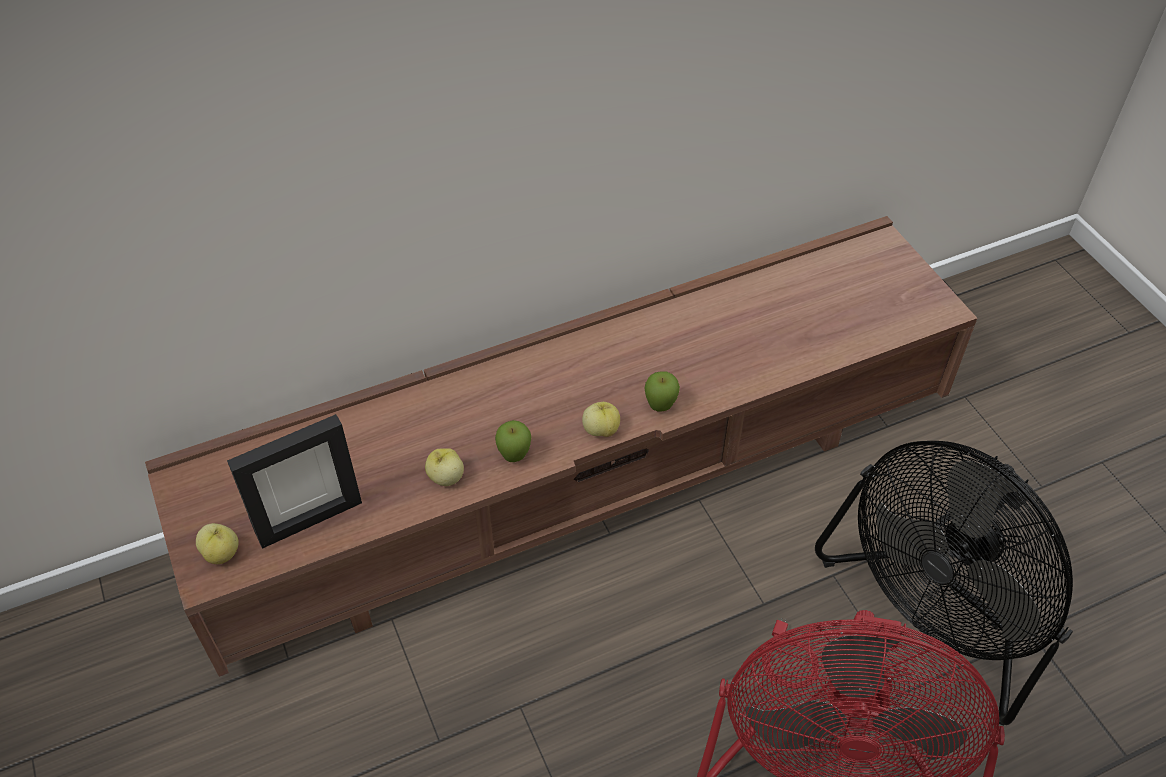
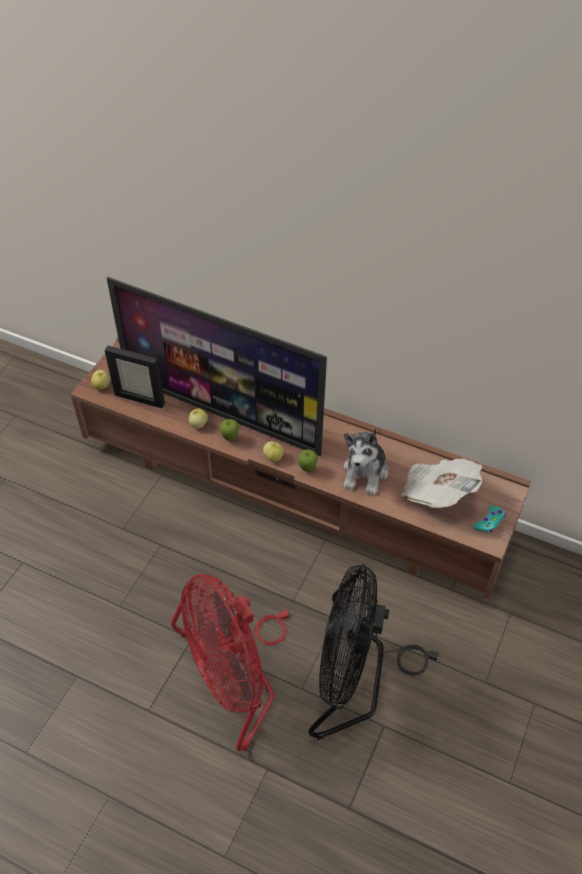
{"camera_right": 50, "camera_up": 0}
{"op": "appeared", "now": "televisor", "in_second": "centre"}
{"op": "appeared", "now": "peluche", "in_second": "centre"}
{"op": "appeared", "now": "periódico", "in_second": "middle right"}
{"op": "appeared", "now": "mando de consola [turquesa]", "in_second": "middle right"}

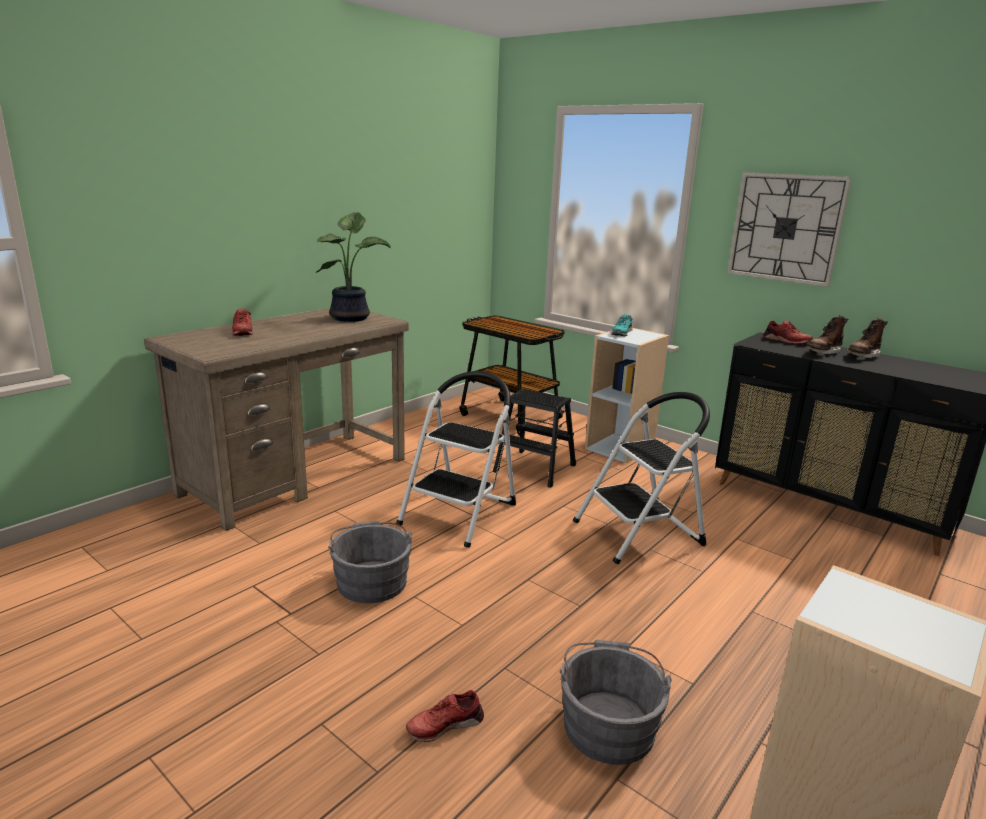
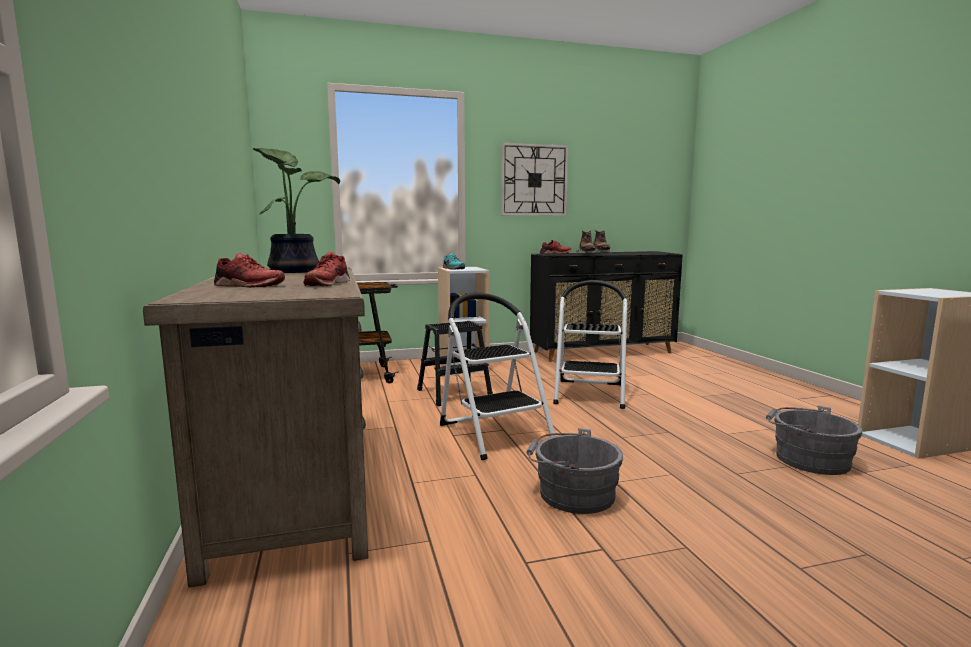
{"camera_right": -55, "camera_up": -10}
{"op": "relocated", "was": "zapato [rojo] (no. 2 from left)", "in_first": "bottom centre", "in_second": "centre"}

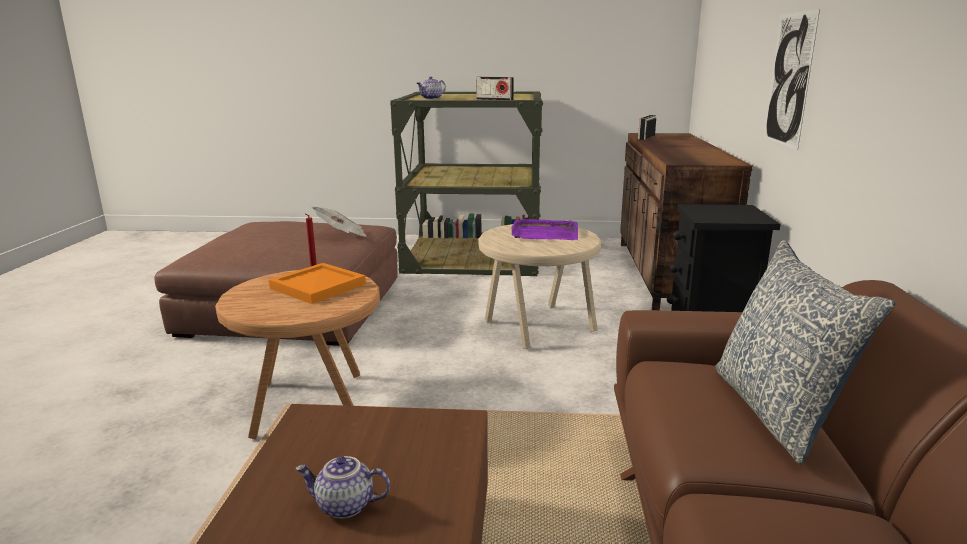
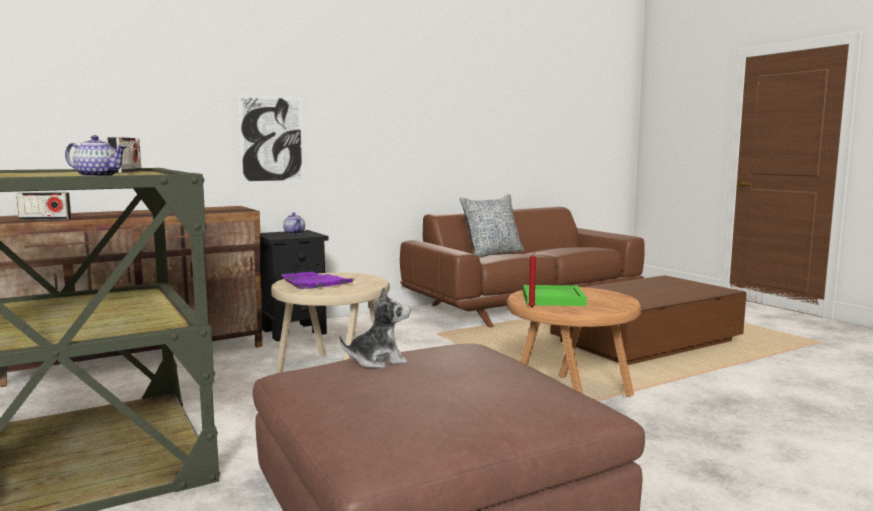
{"camera_right": -125, "camera_up": -10}
{"op": "relocated", "was": "tetera (no. 1 from left in the first image)", "now": "tetera (no. 2 from left)", "in_first": "bottom centre", "in_second": "centre"}
{"op": "exchanged", "was": "periódico", "now": "peluche", "in_first": "centre", "in_second": "centre"}
{"op": "colour", "was": "bandeja [naranja]", "now": "bandeja [verde]", "in_first": "middle left", "in_second": "centre"}

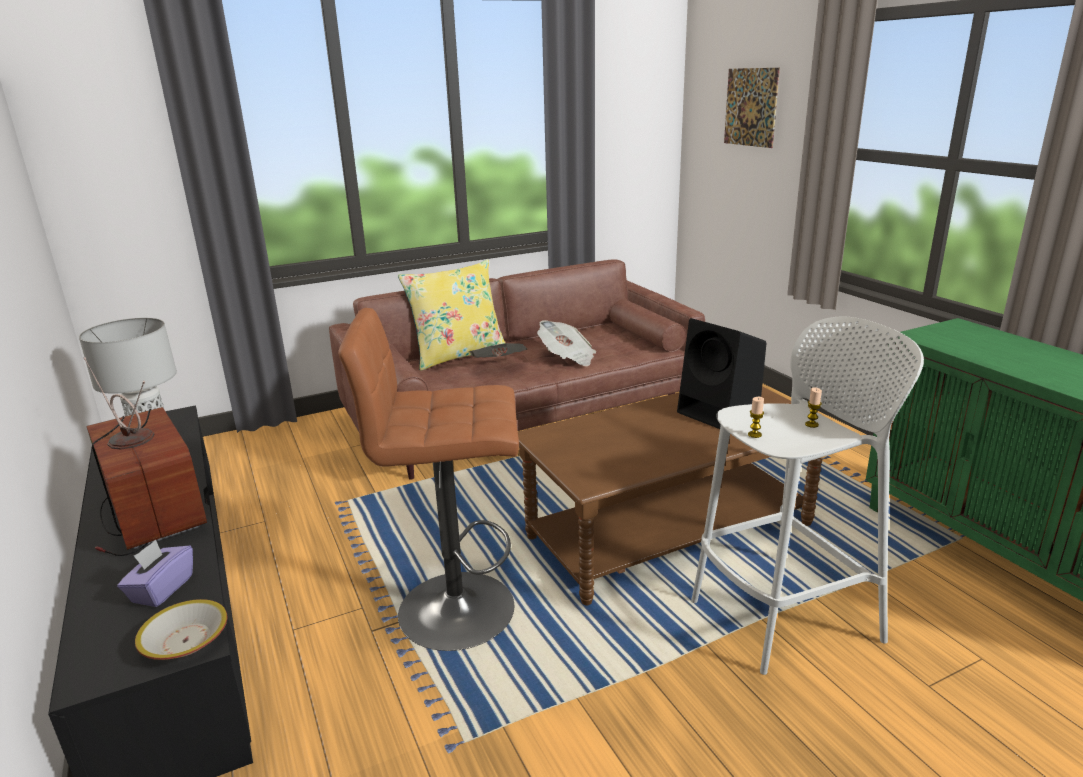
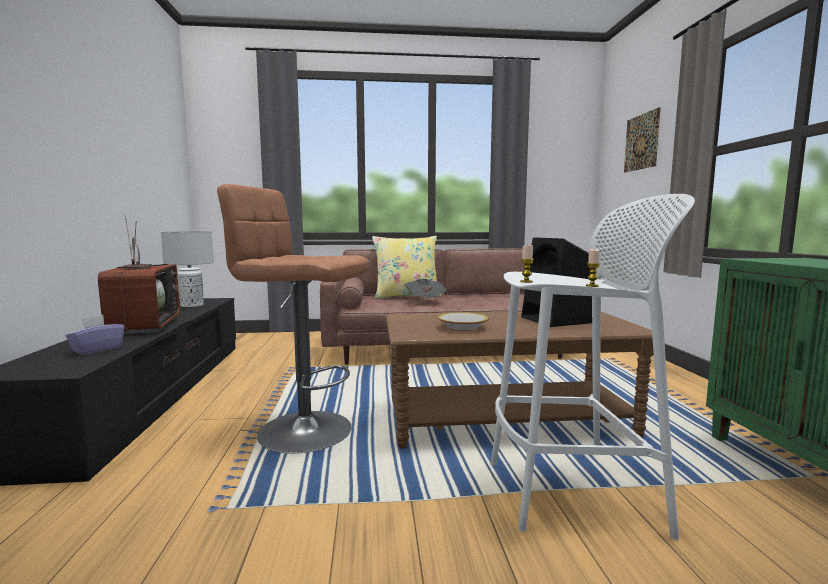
{"camera_right": 20, "camera_up": -15}
{"op": "missing", "was": "periódico (no. 2 from left)", "in_first": "centre"}
{"op": "relocated", "was": "cuenco", "in_first": "bottom left", "in_second": "centre"}

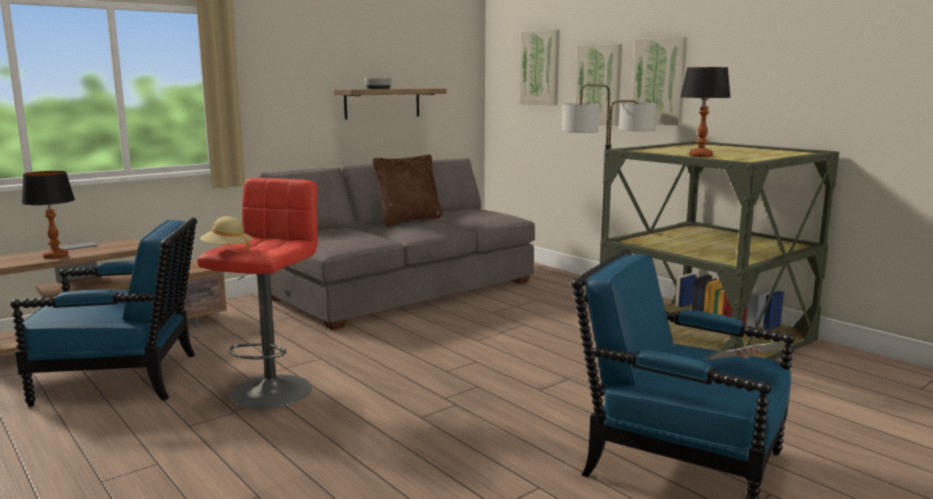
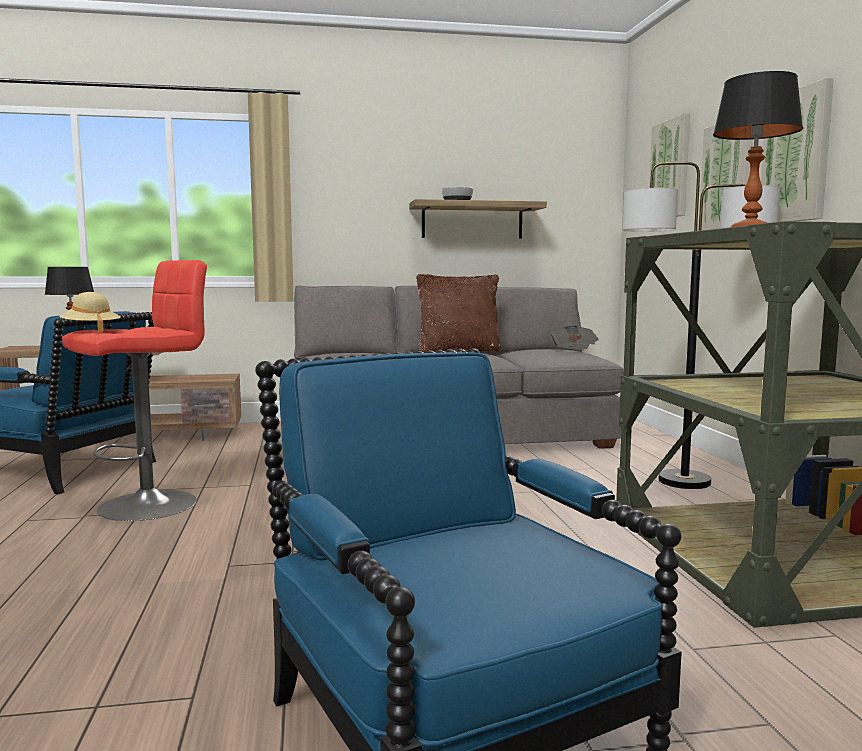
{"camera_right": 30, "camera_up": -5}
{"op": "relocated", "was": "periódico", "in_first": "bottom right", "in_second": "centre"}

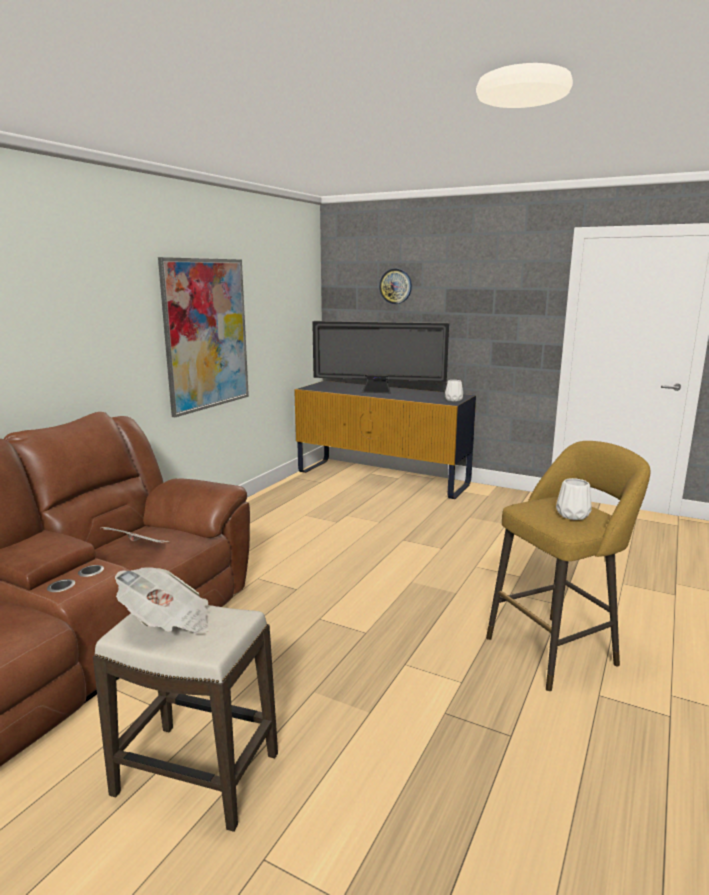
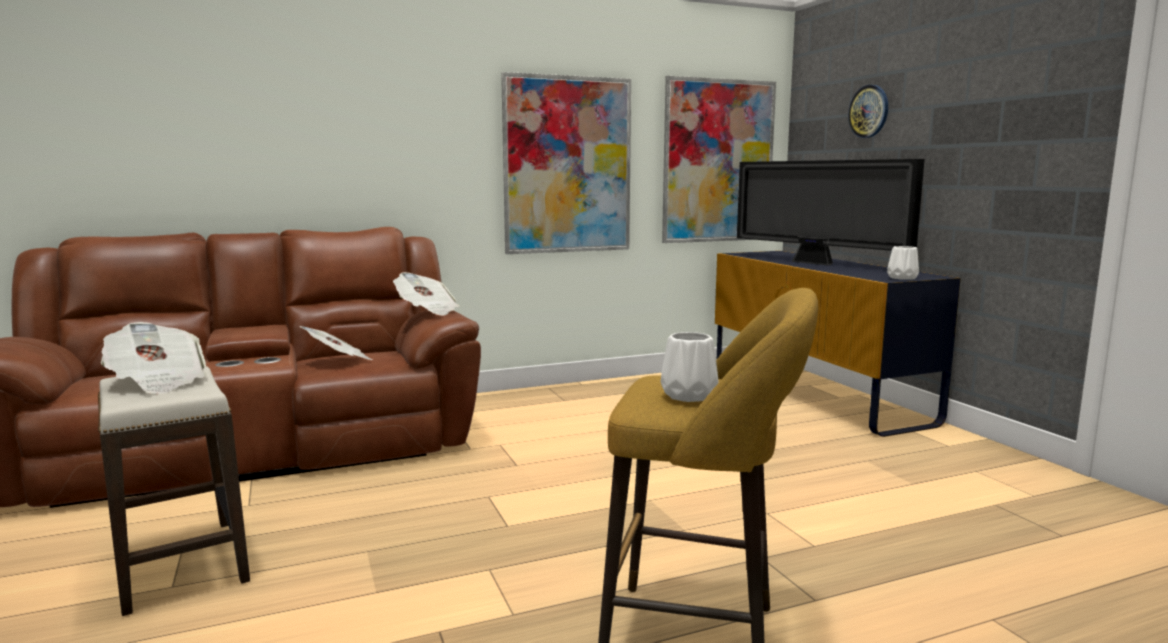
{"camera_right": 40, "camera_up": -5}
{"op": "appeared", "now": "periódico (no. 3 from left)", "in_second": "centre"}
{"op": "appeared", "now": "cuadro (no. 2 from left)", "in_second": "top centre"}

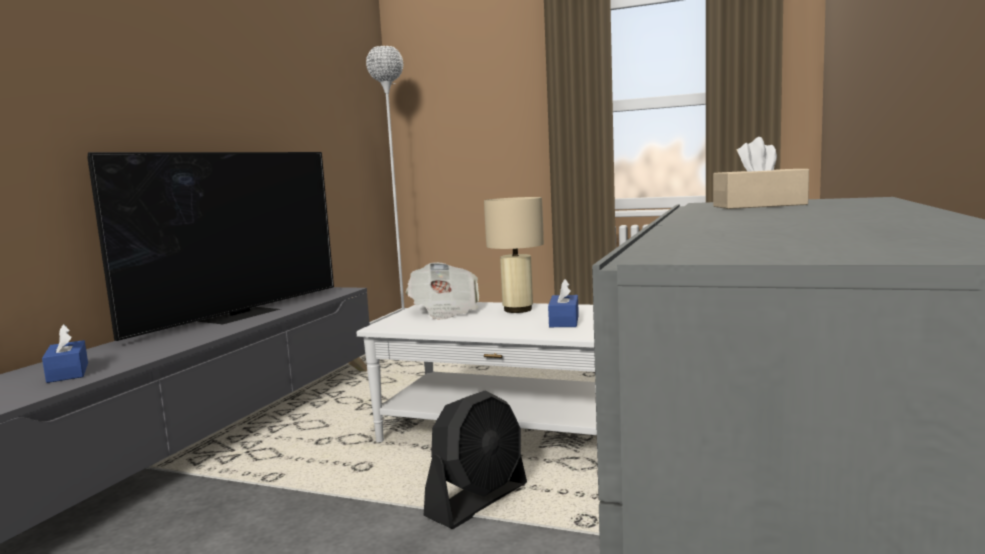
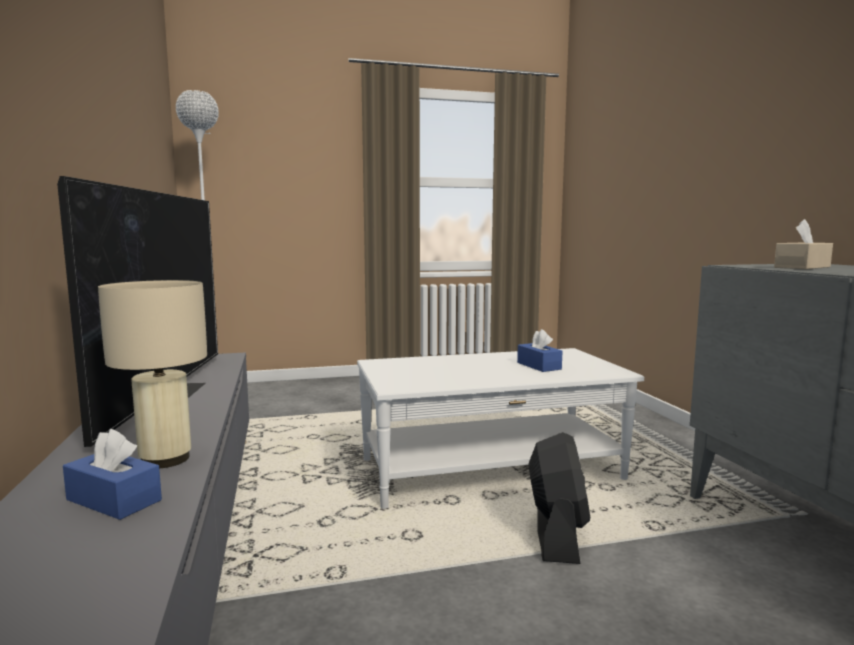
{"camera_right": -35, "camera_up": 0}
{"op": "missing", "was": "periódico", "in_first": "centre"}
{"op": "relocated", "was": "lámpara de mesa [beis]", "in_first": "centre", "in_second": "middle left"}

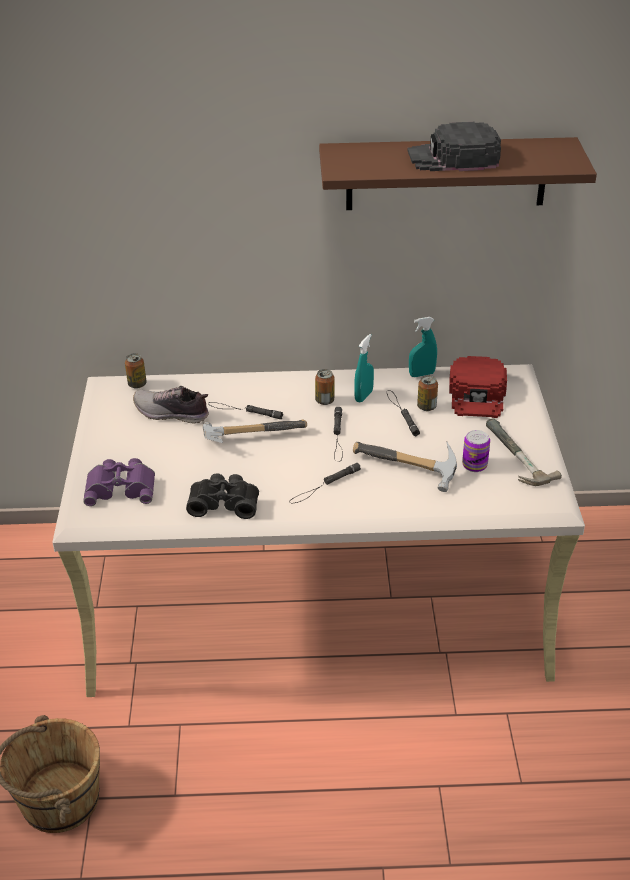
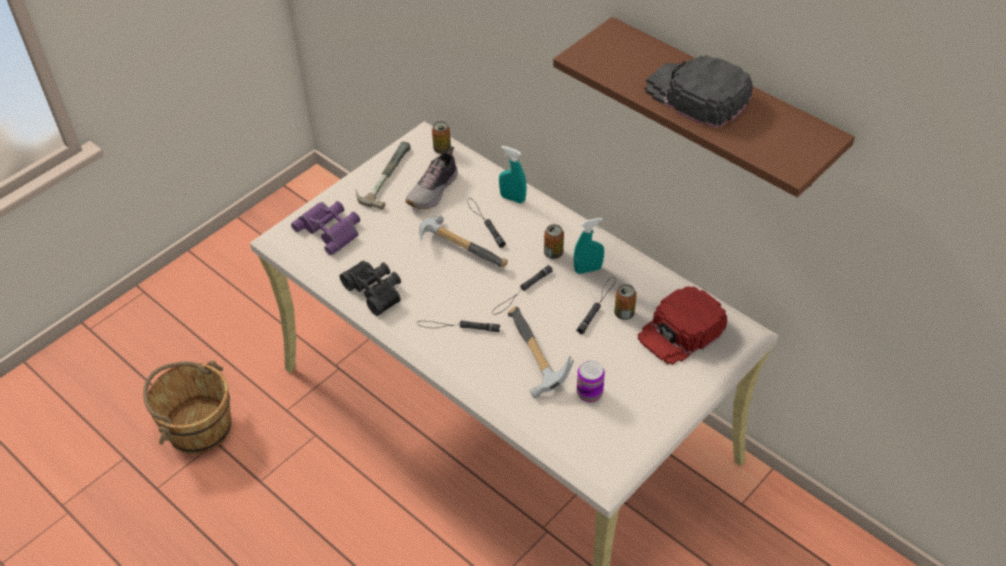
{"camera_right": 45, "camera_up": 10}
{"op": "relocated", "was": "pulverizador [turquesa] (no. 2 from left in the first image)", "now": "pulverizador [turquesa] (no. 1 from left)", "in_first": "middle right", "in_second": "top centre"}
{"op": "relocated", "was": "martillo (no. 3 from left in the first image)", "now": "martillo (no. 1 from left)", "in_first": "middle right", "in_second": "top centre"}
{"op": "spun", "was": "zapato", "in_first": "middle left", "in_second": "top centre", "clockwise": -120}

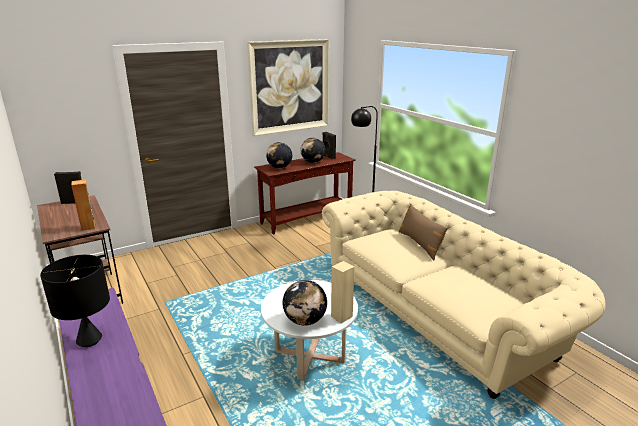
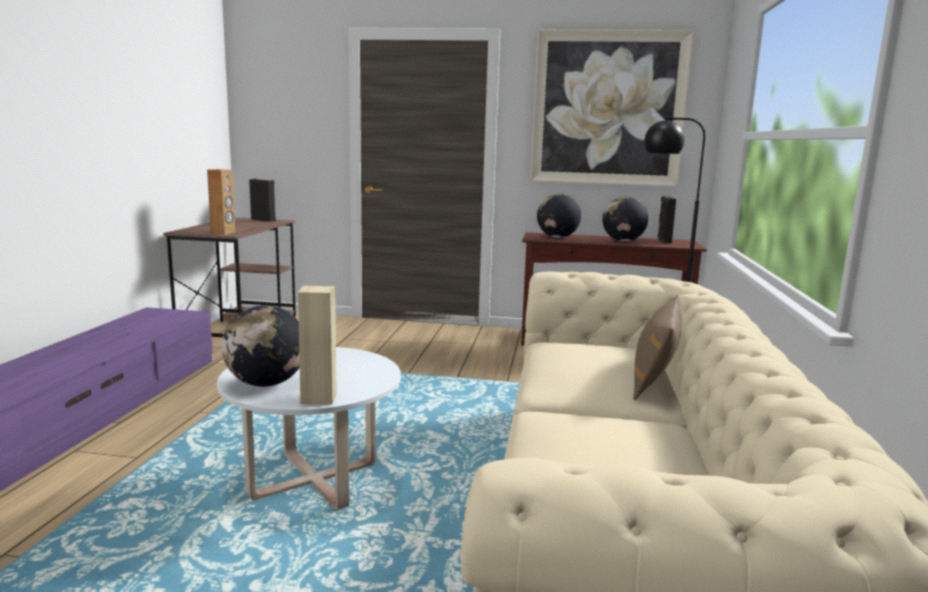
{"camera_right": 40, "camera_up": -10}
{"op": "missing", "was": "lámpara de mesa [negro]", "in_first": "bottom left"}

